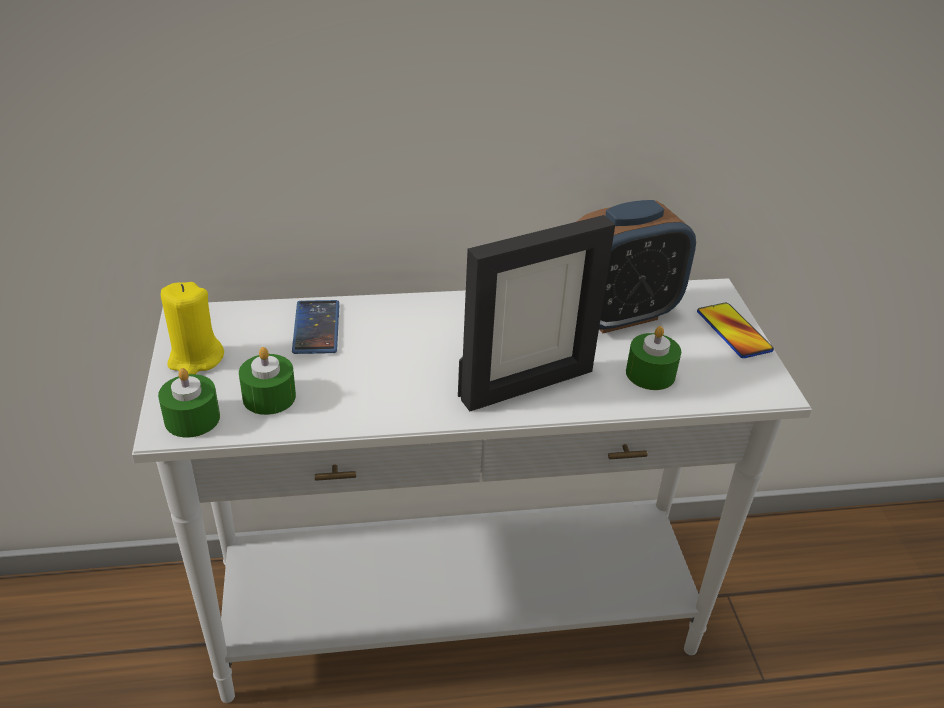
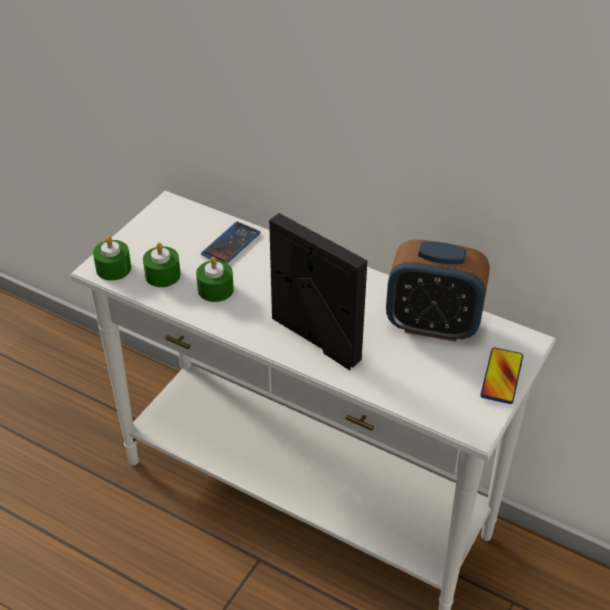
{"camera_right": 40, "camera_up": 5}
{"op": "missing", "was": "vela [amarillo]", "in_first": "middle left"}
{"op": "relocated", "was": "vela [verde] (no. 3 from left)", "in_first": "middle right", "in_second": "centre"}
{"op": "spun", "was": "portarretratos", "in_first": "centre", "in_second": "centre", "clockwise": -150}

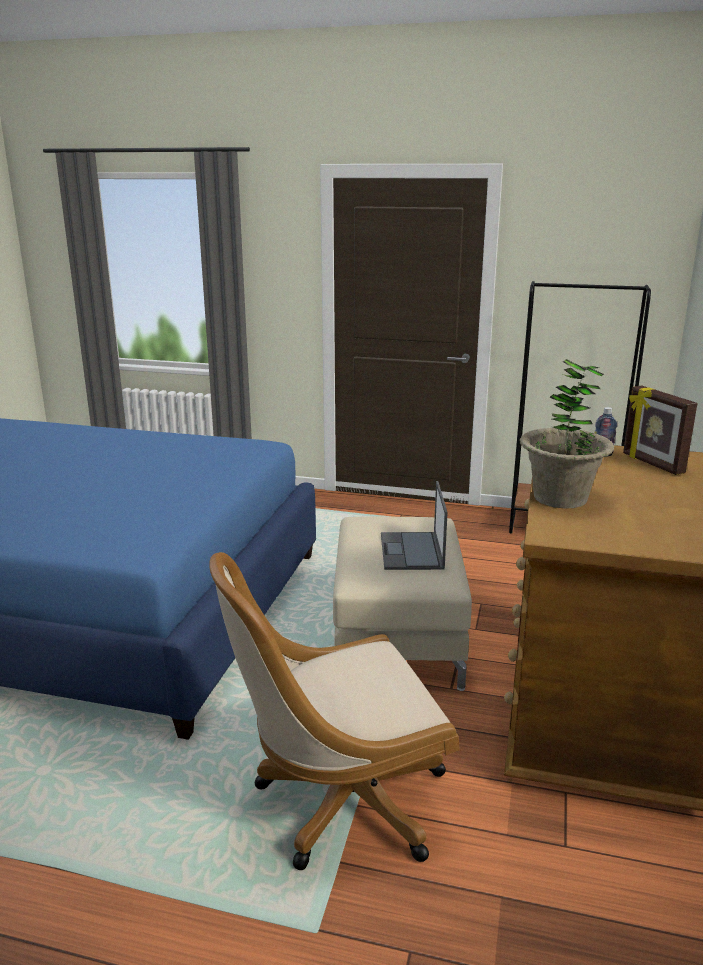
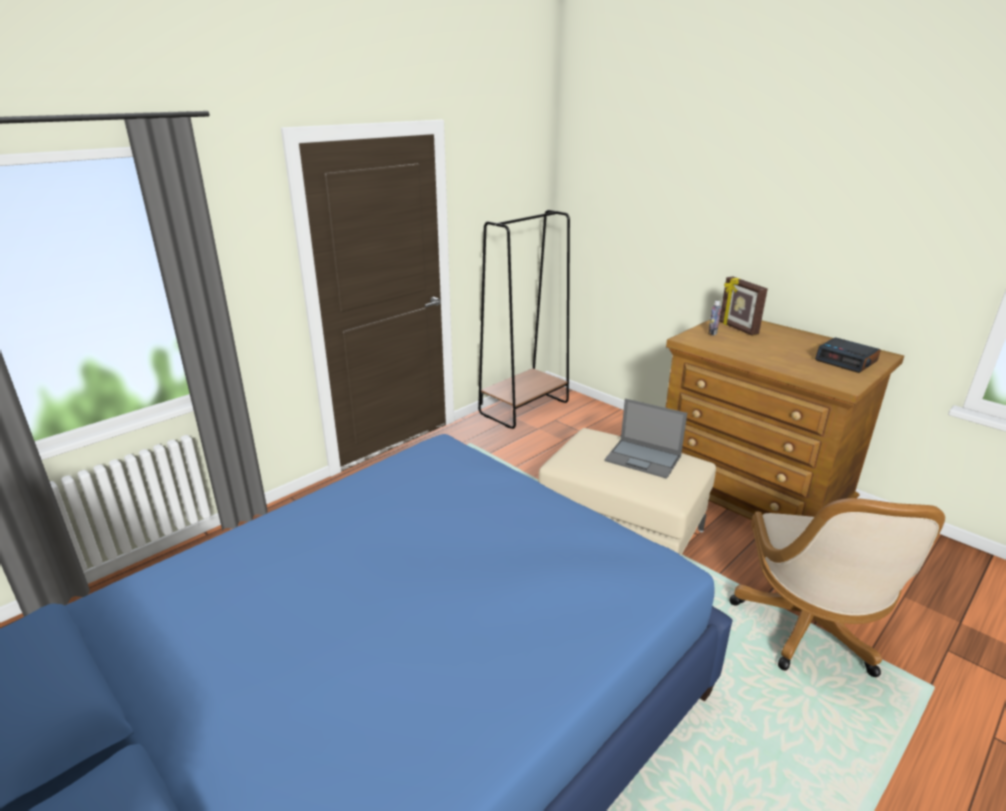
{"camera_right": -60, "camera_up": 5}
{"op": "missing", "was": "planta en maceta", "in_first": "middle right"}
{"op": "appeared", "now": "despertador", "in_second": "middle right"}
{"op": "spun", "was": "portarretratos", "in_first": "middle right", "in_second": "middle right", "clockwise": 60}

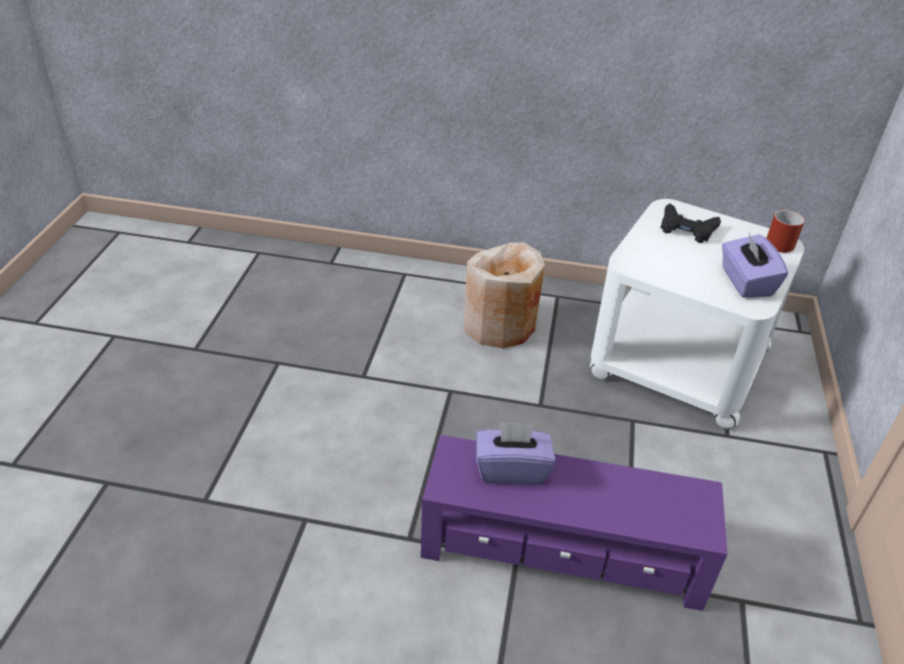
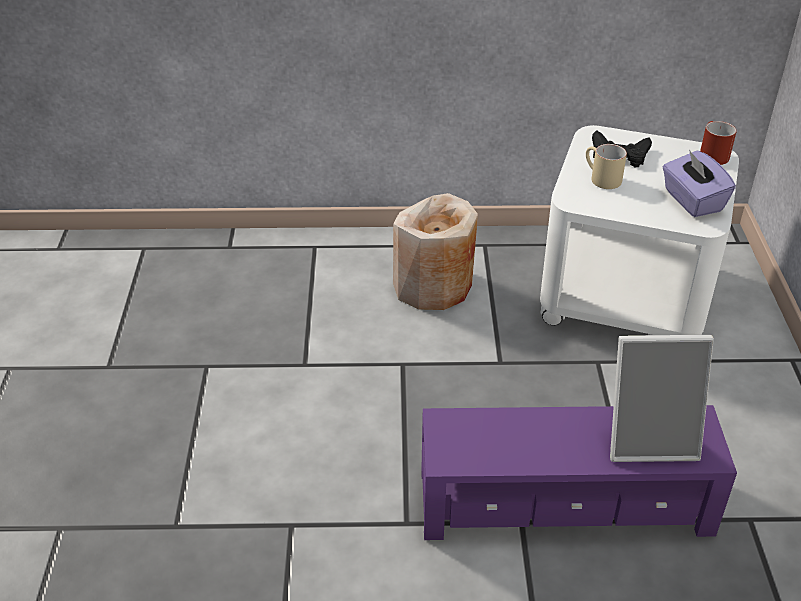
{"camera_right": -10, "camera_up": 0}
{"op": "missing", "was": "caja de pañuelos [morado] (no. 1 from left)", "in_first": "bottom centre"}
{"op": "appeared", "now": "taza grande [beis]", "in_second": "top right"}
{"op": "appeared", "now": "portarretratos", "in_second": "middle right"}

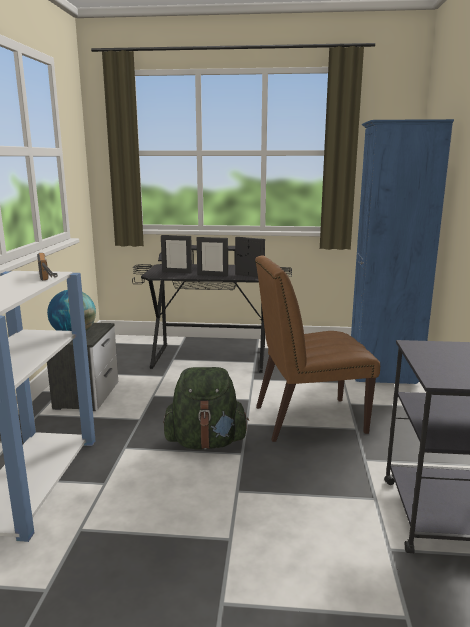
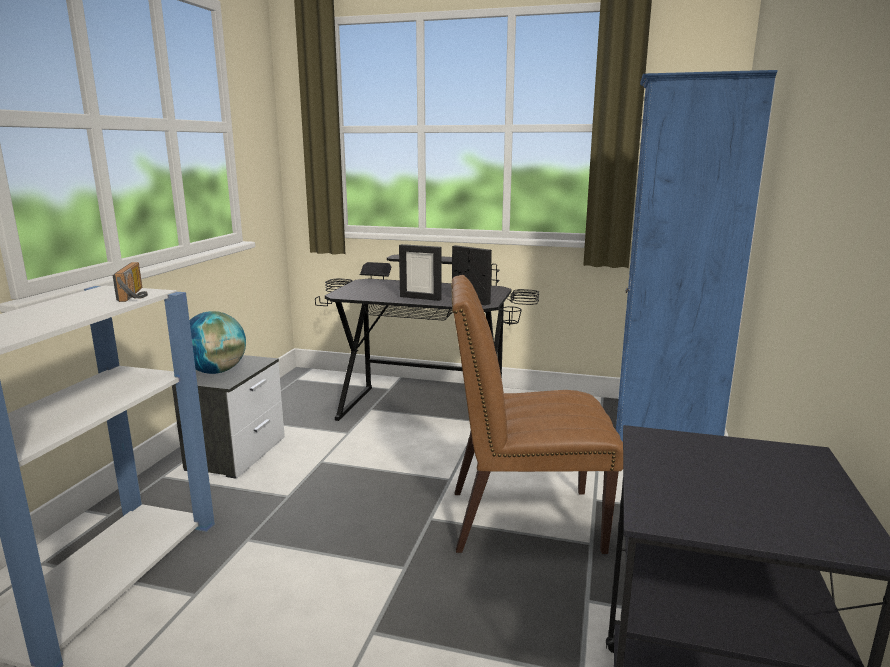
{"camera_right": 10, "camera_up": 0}
{"op": "missing", "was": "portarretratos (no. 1 from left)", "in_first": "centre"}
{"op": "missing", "was": "mochila [verde]", "in_first": "centre"}

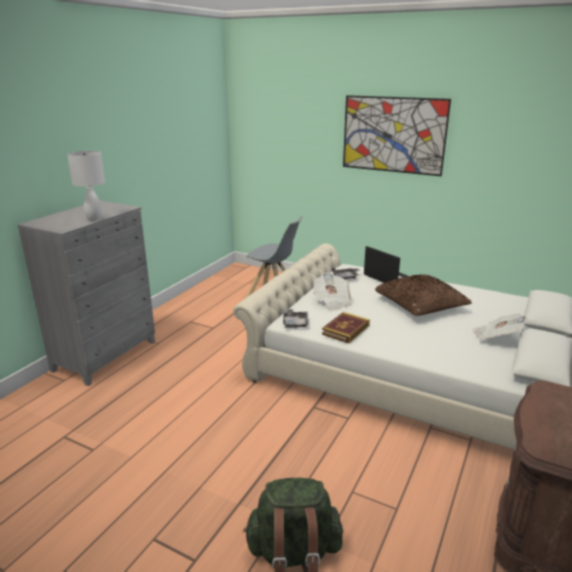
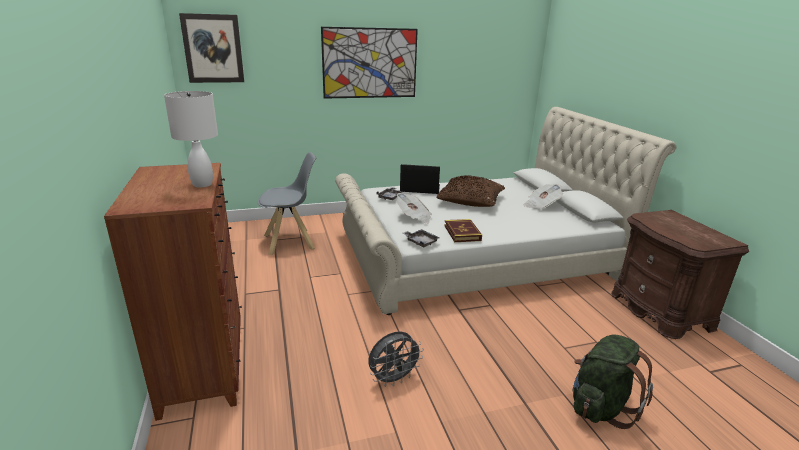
{"camera_right": -45, "camera_up": 0}
{"op": "appeared", "now": "cuadro (no. 1 from left)", "in_second": "top left"}
{"op": "appeared", "now": "ventilador [gris]", "in_second": "bottom centre"}
{"op": "colour", "was": "cómoda [gris]", "now": "cómoda [marrón]", "in_first": "middle left", "in_second": "middle left"}

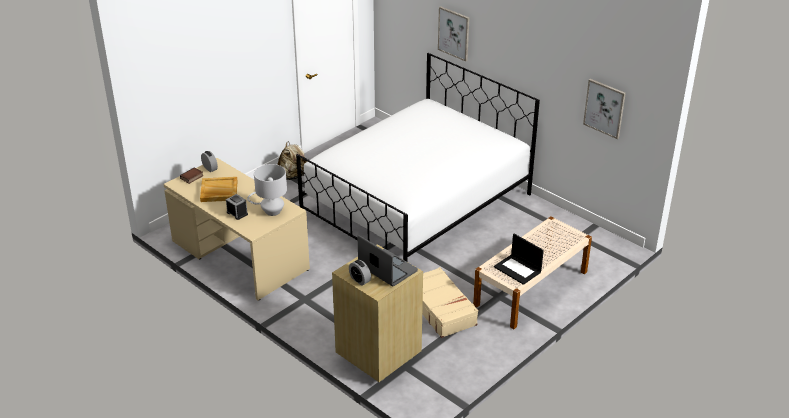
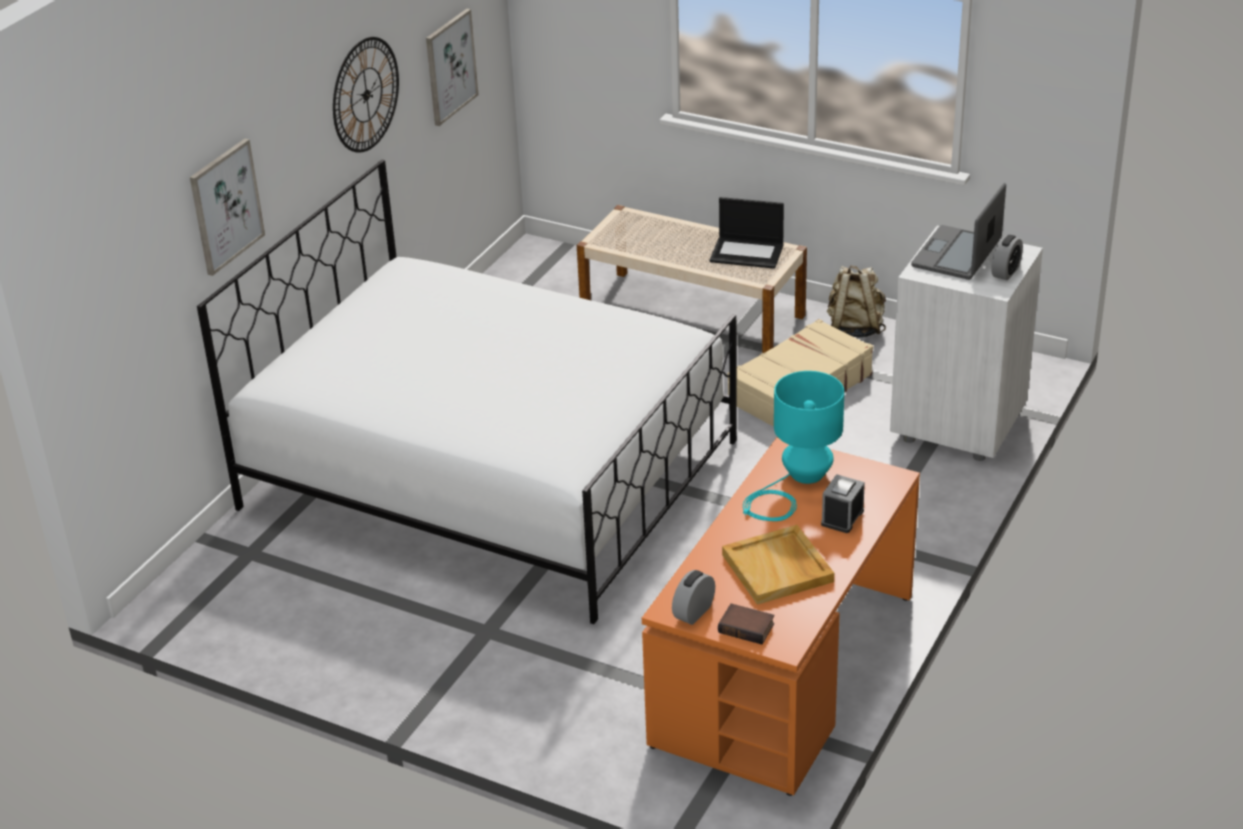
{"camera_right": -105, "camera_up": 0}
{"op": "appeared", "now": "reloj de pared", "in_second": "top left"}
{"op": "relocated", "was": "mochila [beis]", "in_first": "centre", "in_second": "middle right"}
{"op": "colour", "was": "escritorio [beis]", "now": "escritorio [naranja]", "in_first": "middle left", "in_second": "bottom centre"}
{"op": "colour", "was": "lámpara de mesa [gris]", "now": "lámpara de mesa [turquesa]", "in_first": "centre", "in_second": "centre"}
{"op": "colour", "was": "cómoda [marrón]", "now": "cómoda [blanco]", "in_first": "bottom centre", "in_second": "middle right"}
{"op": "spun", "was": "portátil (no. 2 from left in the first image)", "in_first": "centre", "in_second": "top centre", "clockwise": 75}

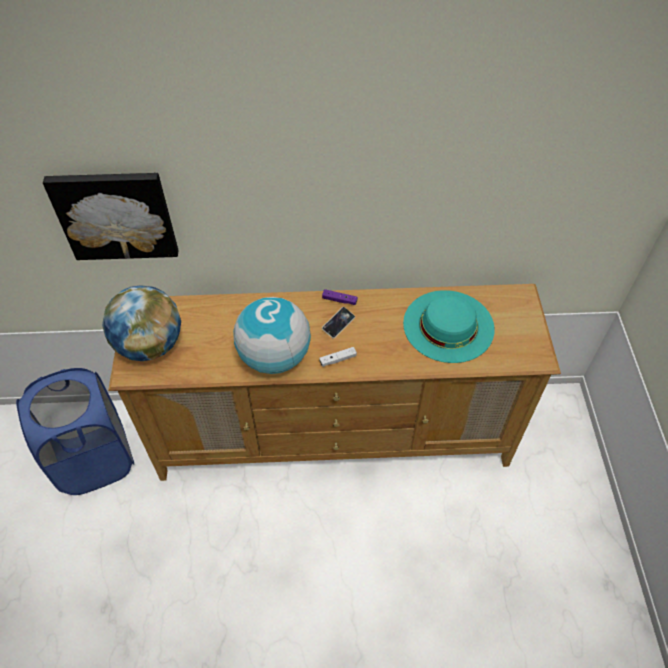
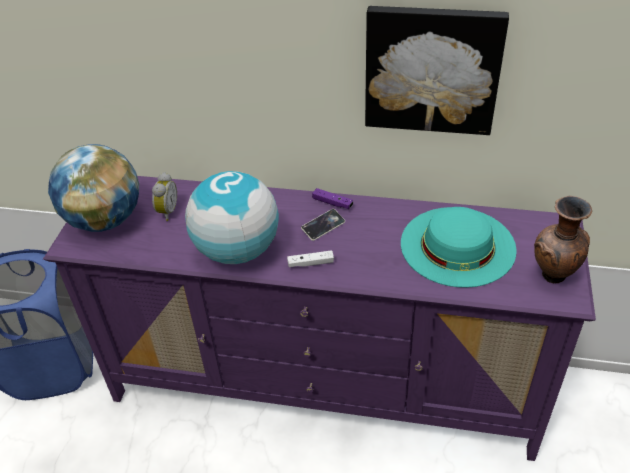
{"camera_right": 15, "camera_up": -10}
{"op": "appeared", "now": "despertador", "in_second": "middle left"}
{"op": "appeared", "now": "florero [marrón]", "in_second": "middle right"}
{"op": "relocated", "was": "cuadro", "in_first": "top left", "in_second": "top right"}
{"op": "colour", "was": "cómoda [marrón]", "now": "cómoda [morado]", "in_first": "centre", "in_second": "bottom centre"}

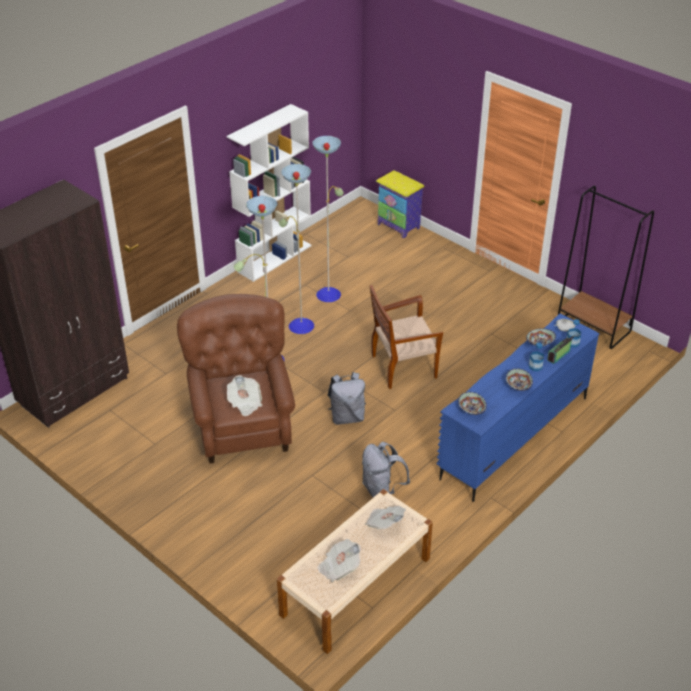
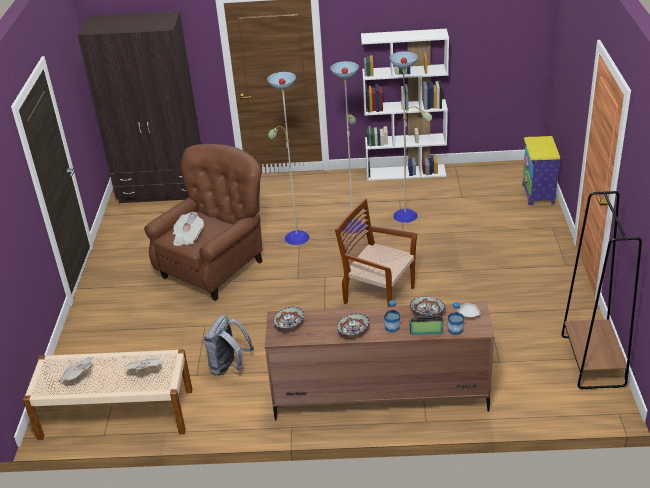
{"camera_right": 50, "camera_up": -5}
{"op": "missing", "was": "mochila [gris] (no. 1 from left)", "in_first": "centre"}
{"op": "colour", "was": "cómoda [azul]", "now": "cómoda [marrón]", "in_first": "middle right", "in_second": "bottom centre"}

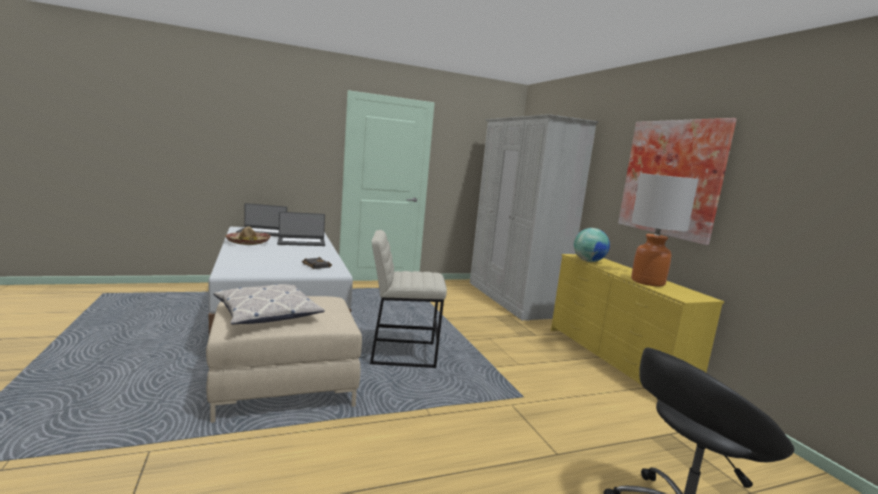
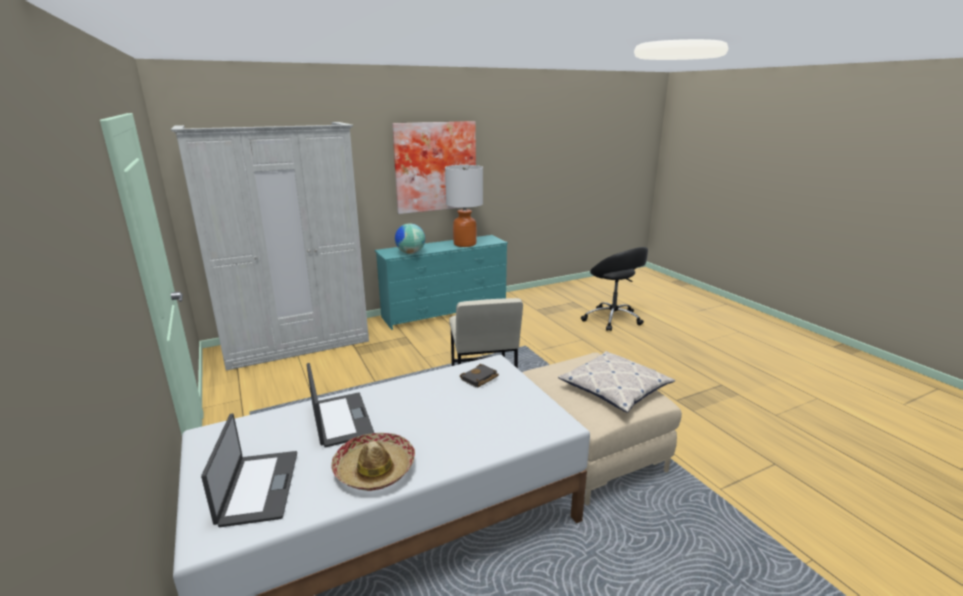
{"camera_right": -95, "camera_up": 10}
{"op": "colour", "was": "cómoda [amarillo]", "now": "cómoda [turquesa]", "in_first": "middle right", "in_second": "centre"}

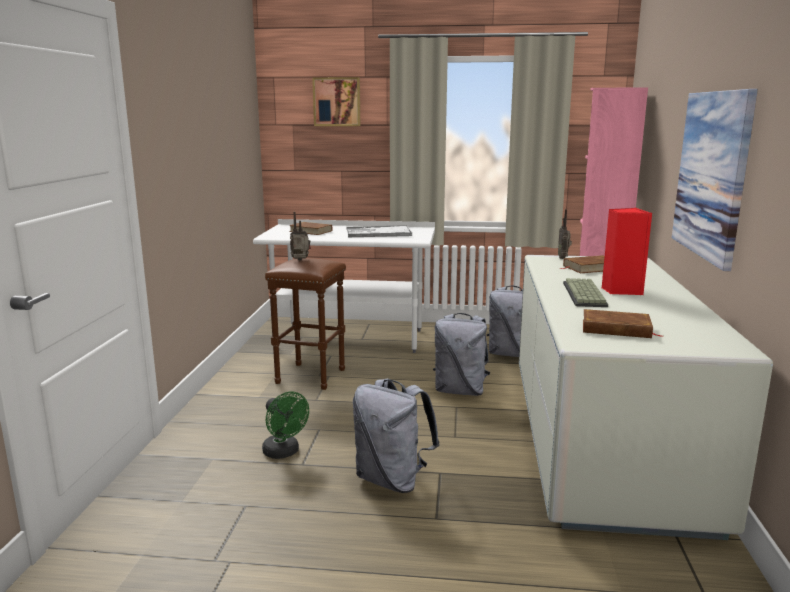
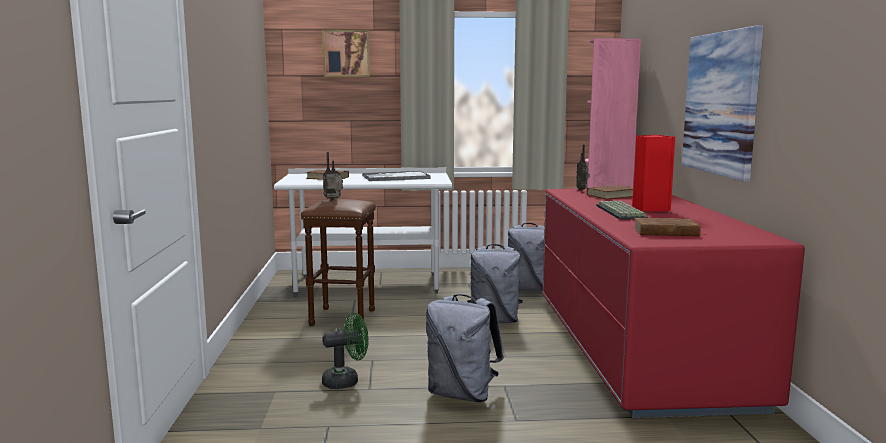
{"camera_right": -10, "camera_up": -5}
{"op": "colour", "was": "cómoda [blanco]", "now": "cómoda [rojo]", "in_first": "bottom right", "in_second": "bottom right"}
{"op": "spun", "was": "ventilador [verde]", "in_first": "bottom centre", "in_second": "bottom centre", "clockwise": -60}

